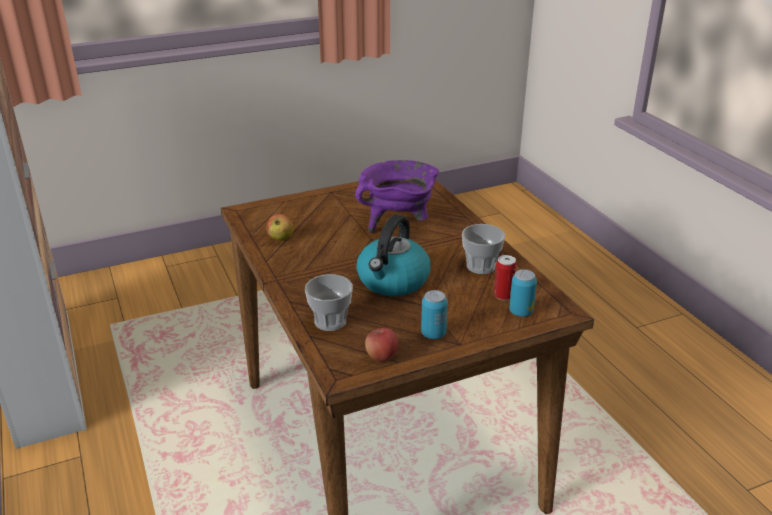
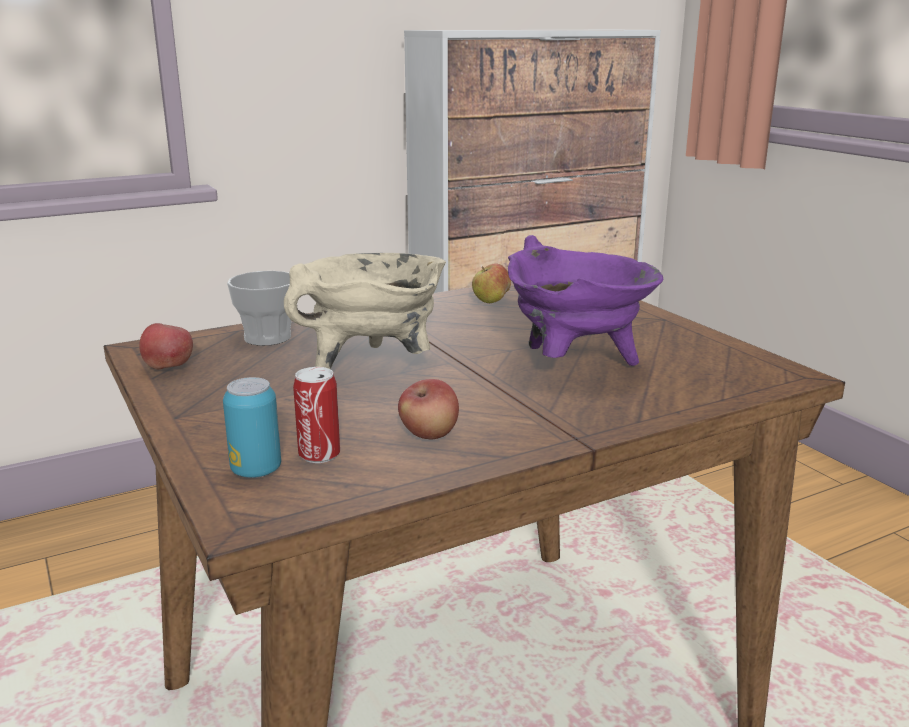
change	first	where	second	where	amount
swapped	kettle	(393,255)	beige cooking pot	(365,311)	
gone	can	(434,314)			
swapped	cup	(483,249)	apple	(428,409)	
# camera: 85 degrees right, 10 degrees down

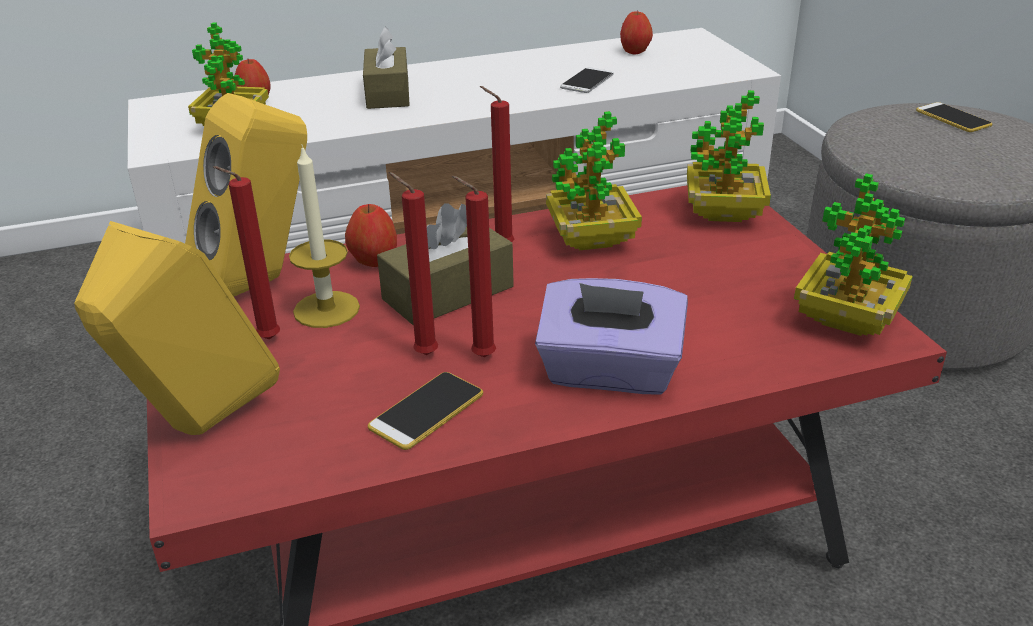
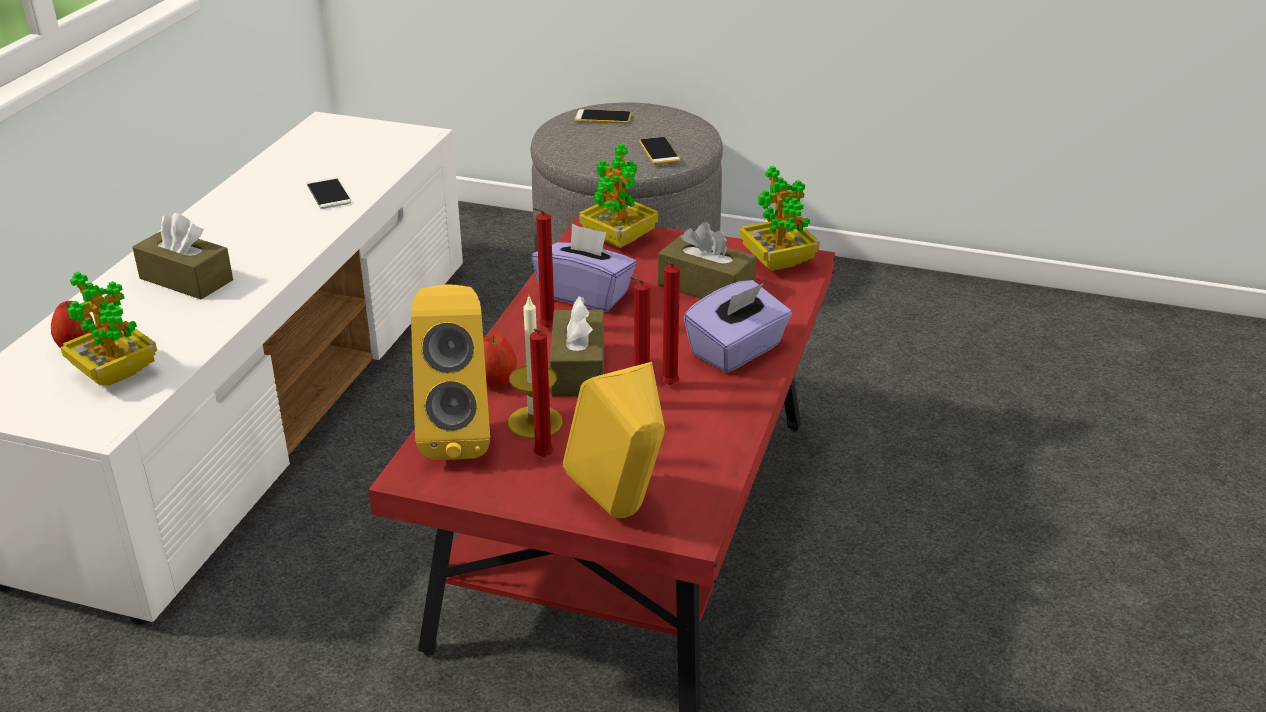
change	first	where	second	where	amount
shifted	phone	(425,411)		(659,150)	
swapped	potted plant	(594,181)	purple tissue box	(584,267)	
gone	apple	(636,32)			
new			brown tissue box	(707,260)	
# camera: 55 degrees left, 0 degrees up

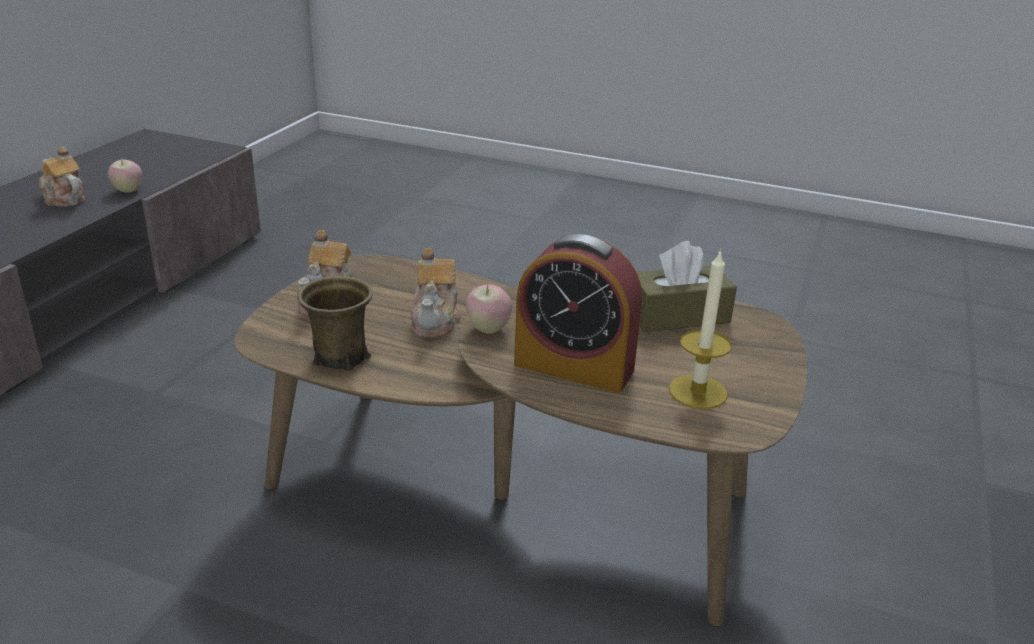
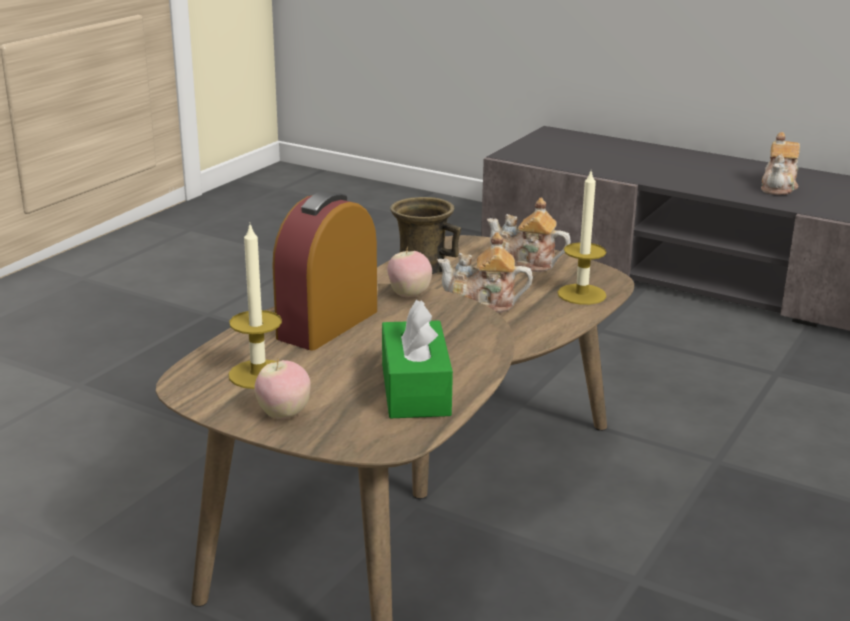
change	first	where	second	where	amount
rotated	teapot	(62,176)		(780,163)	150 degrees clockwise
shifted	apple	(125,175)		(282,389)	
repainted	brown tissue box	(687,286)	green tissue box	(417,359)	
new			candle	(582,238)	
# camera: 100 degrees right, 5 degrees down

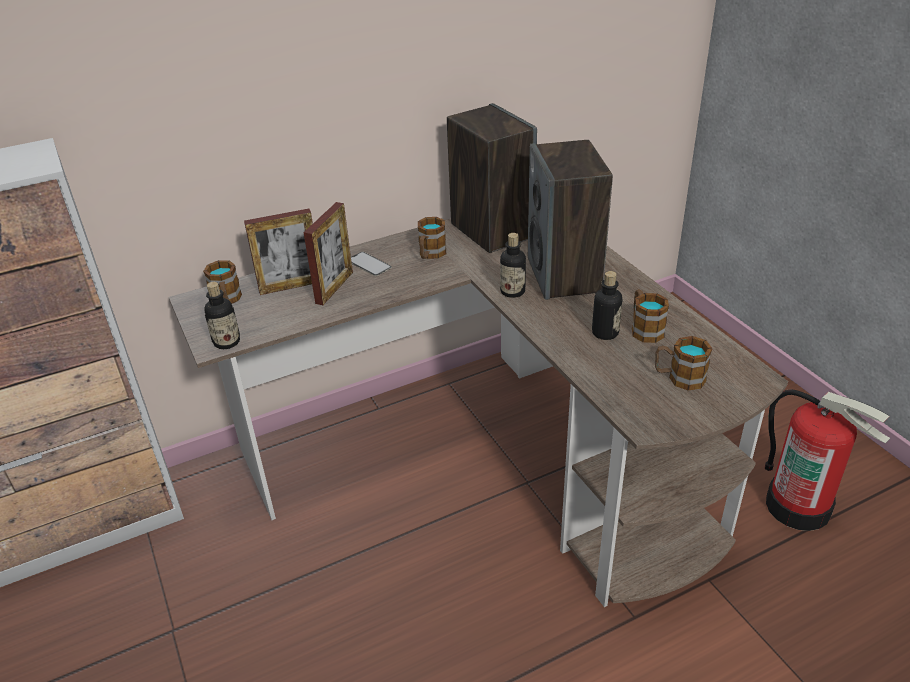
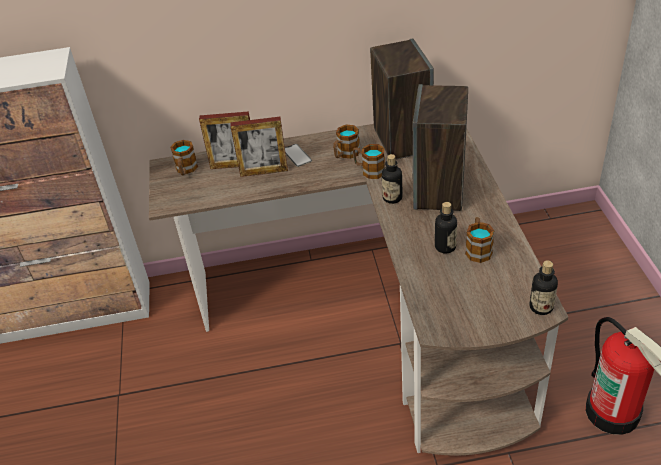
change	first	where	second	where	amount
shifted	bottle	(222,315)		(544,287)	
rotated	picture frame	(328,253)		(259,147)	45 degrees clockwise
shifted	mug	(683,363)		(369,161)	
# camera: 20 degrees right, 5 degrees up

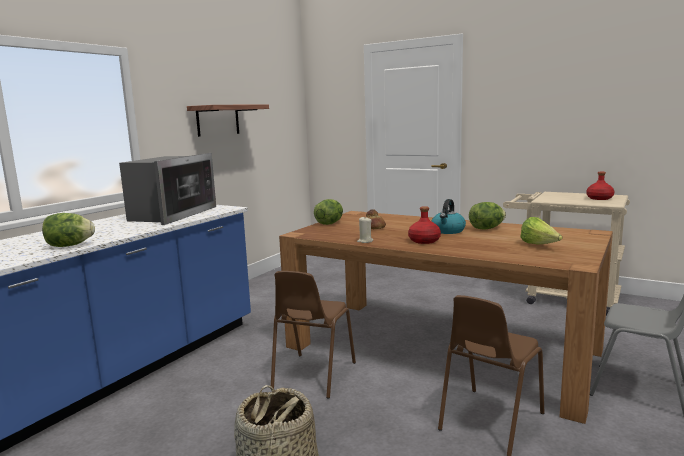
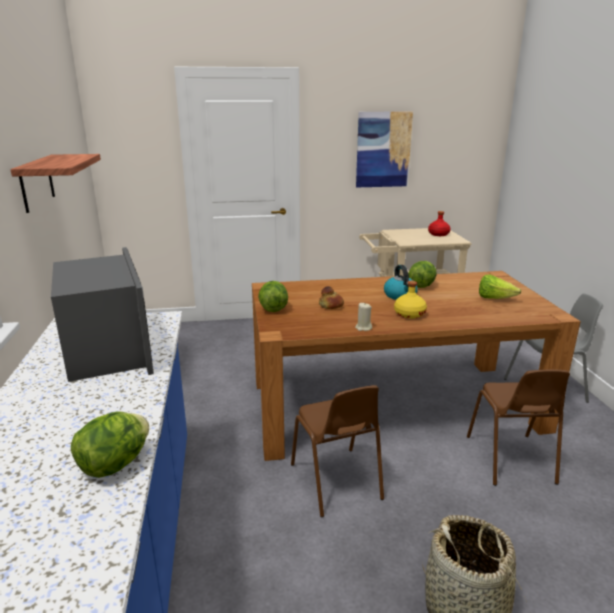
change	first	where	second	where	amount
repainted	red bottle	(424,225)	yellow bottle	(410,300)	
new			picture	(384,149)	
# camera: 40 degrees left, 10 degrees up

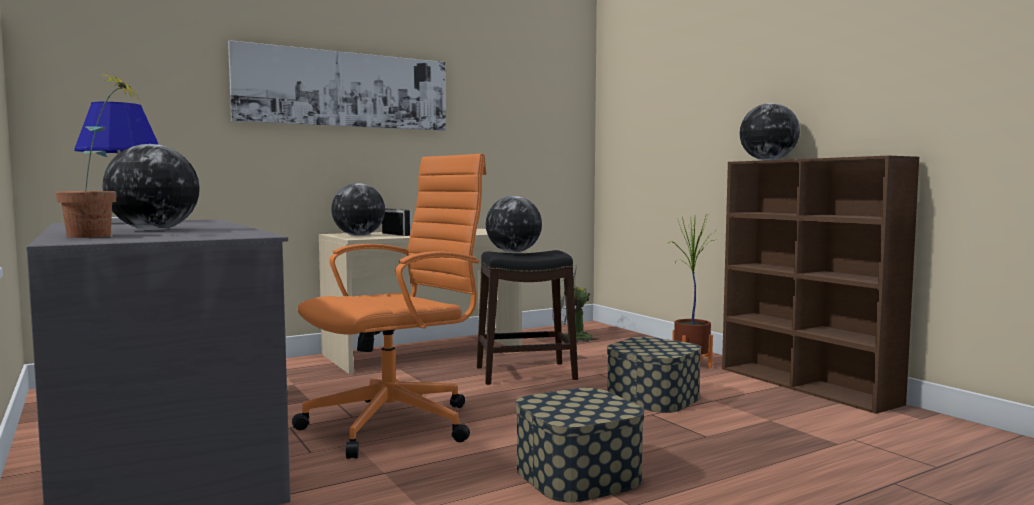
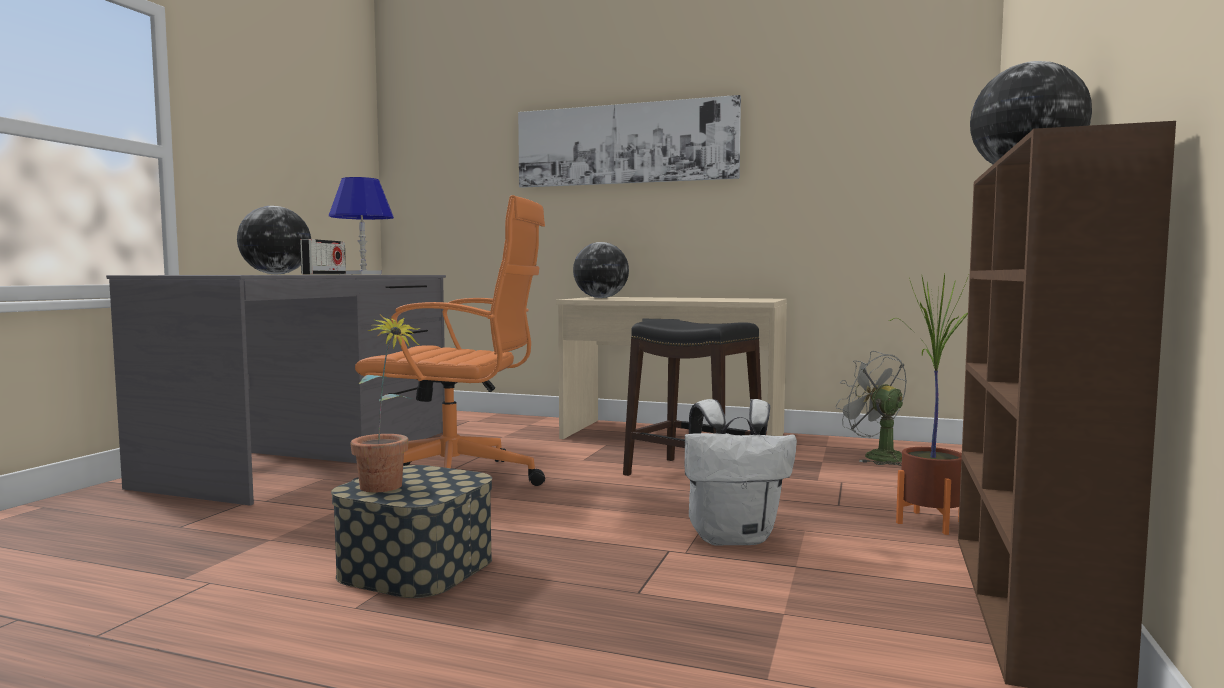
change	first	where	second	where	amount
shifted	potted plant	(99,155)		(386,403)	
shifted	radio	(396,222)		(323,257)	
gone	globe	(514,224)			
swapped	storage box	(654,375)	white backpack	(741,472)	
# camera: 50 degrees right, 0 degrees up

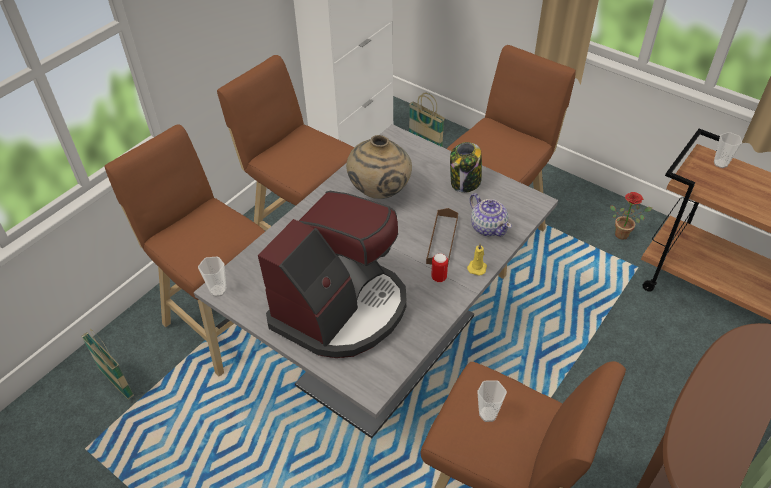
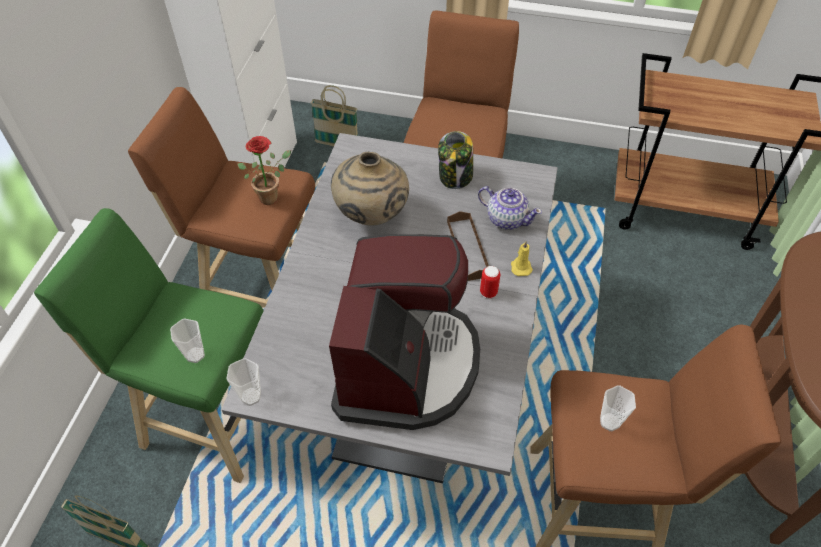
change	first	where	second	where	amount
repainted	brown stool	(184,250)	green stool	(149,345)	
shifted	potted plant	(631,216)		(264,170)	
shifted	cup	(728,150)		(187,340)	
# camera: 25 degrees left, 5 degrees up

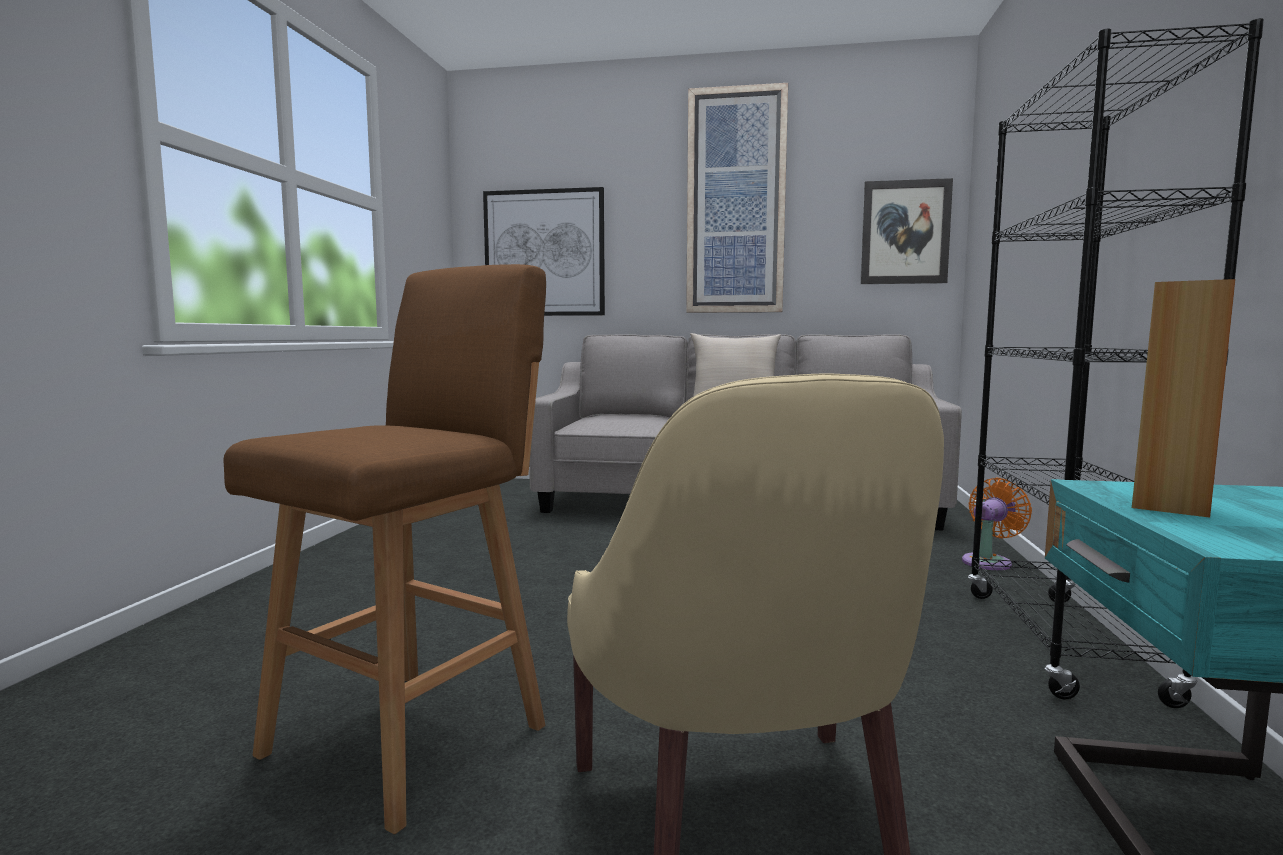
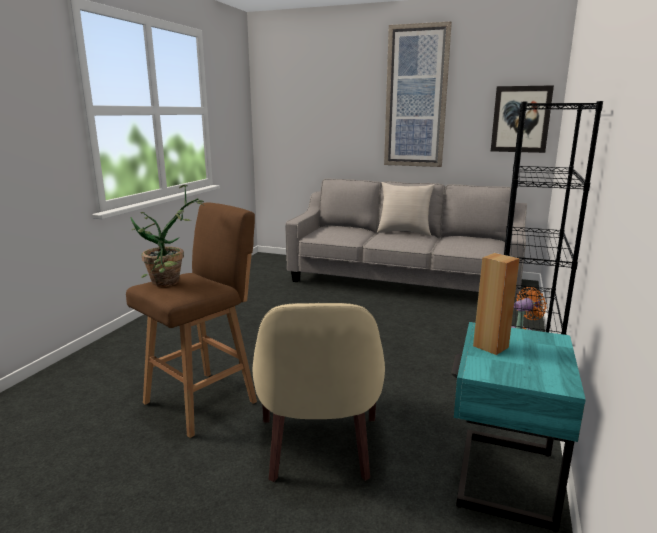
change	first	where	second	where	amount
gone	picture	(544,251)			
new			potted plant	(167,236)	
# camera: 10 degrees right, 10 degrees up

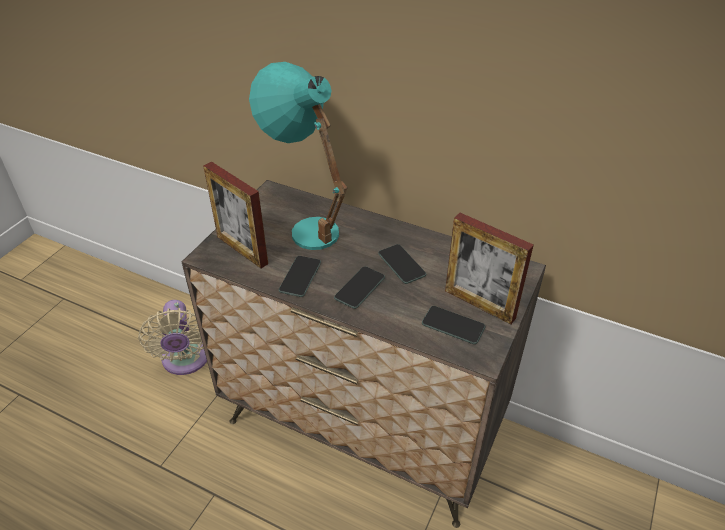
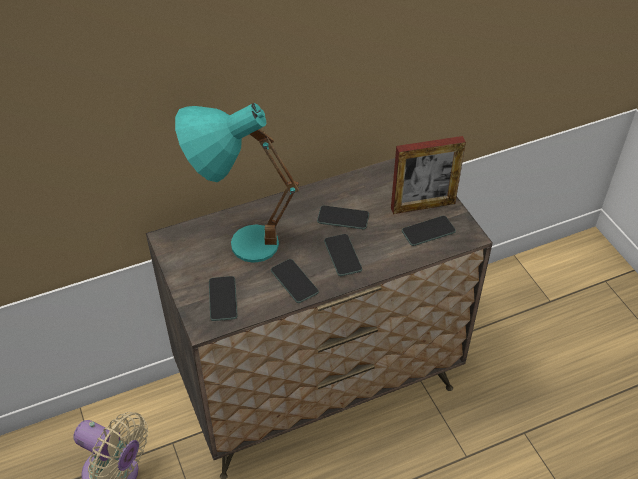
change	first	where	second	where	amount
swapped	picture frame	(235,214)	phone	(223,298)	
# camera: 50 degrees left, 5 degrees up

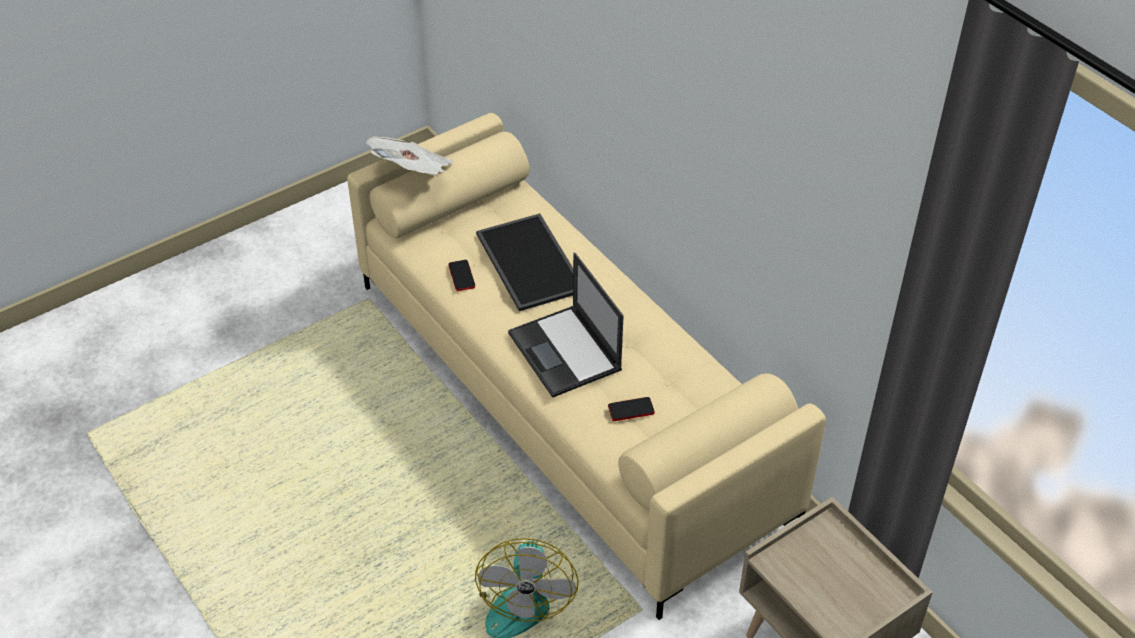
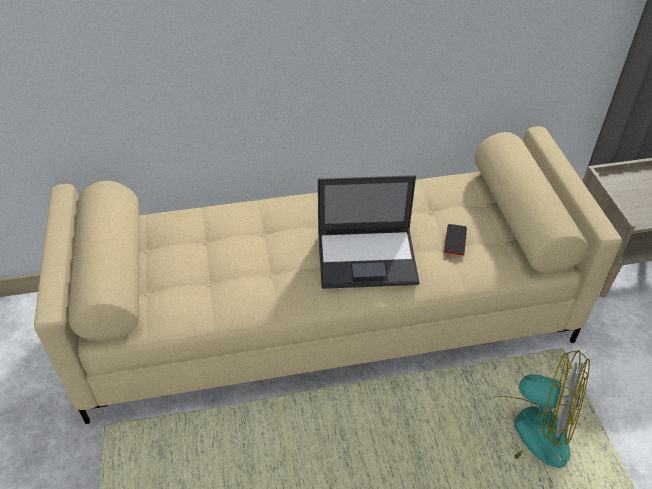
change	first	where	second	where	amount
gone	newspaper	(410,155)			
gone	phone	(462,275)			
gone	tray	(524,262)			
# camera: 65 degrees left, 0 degrees up

